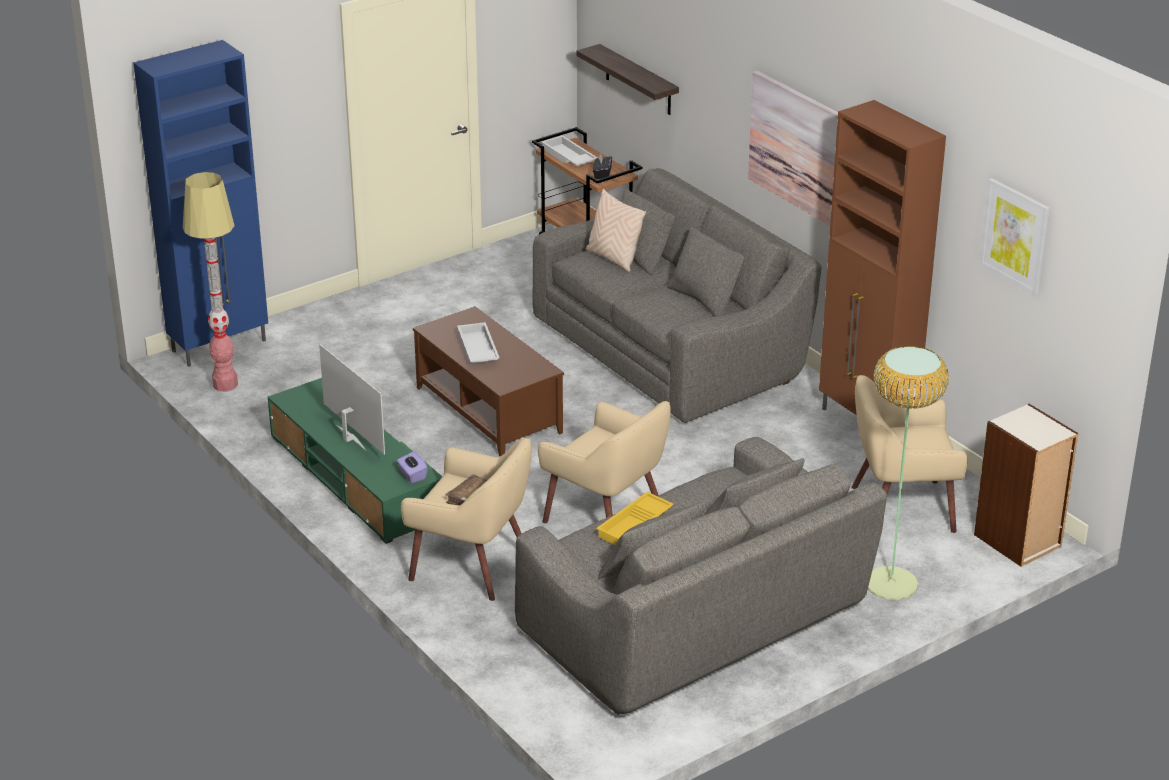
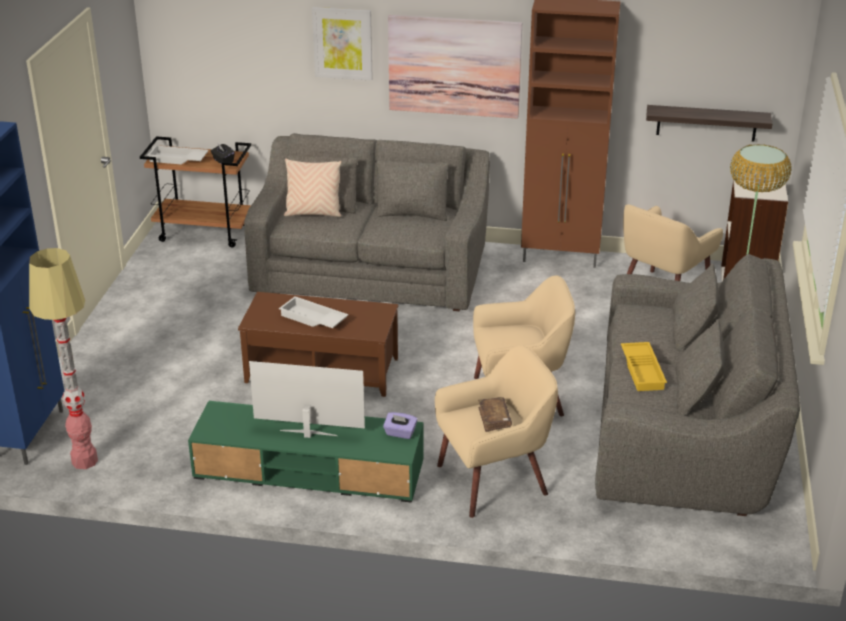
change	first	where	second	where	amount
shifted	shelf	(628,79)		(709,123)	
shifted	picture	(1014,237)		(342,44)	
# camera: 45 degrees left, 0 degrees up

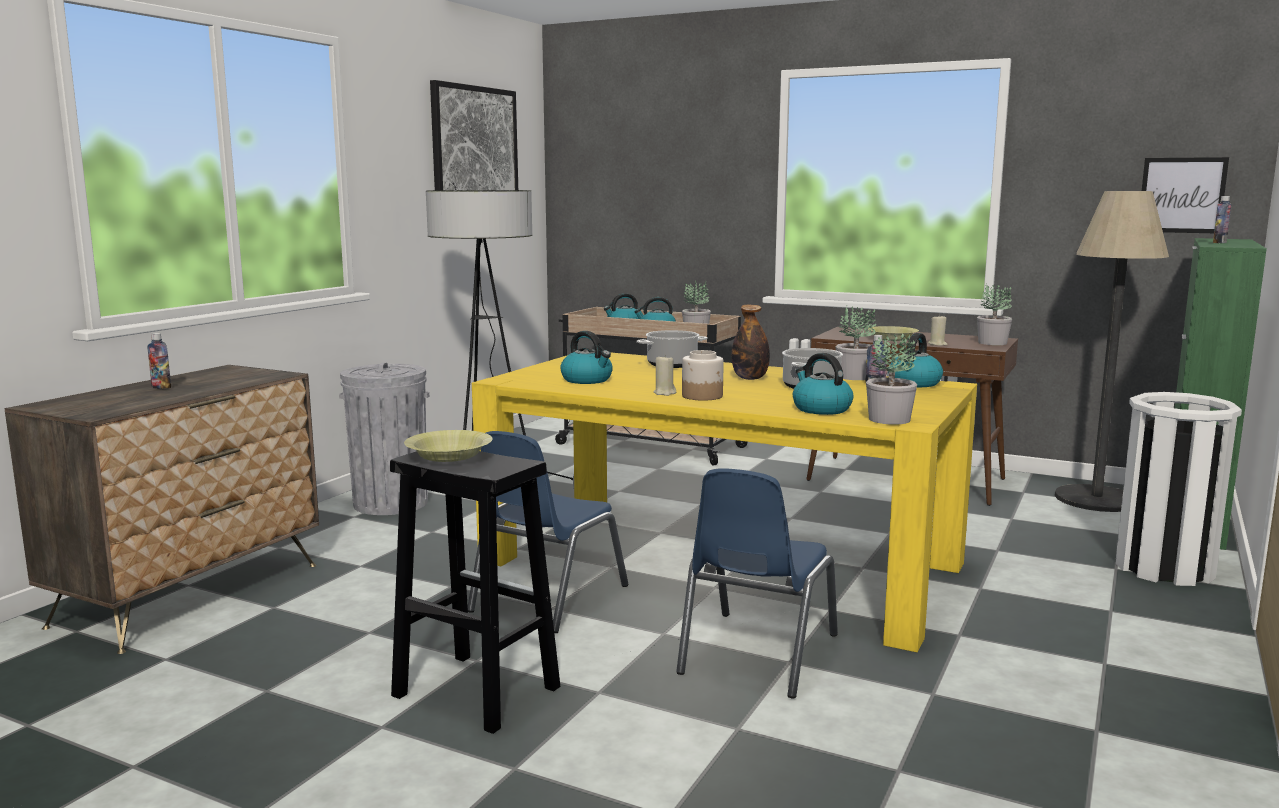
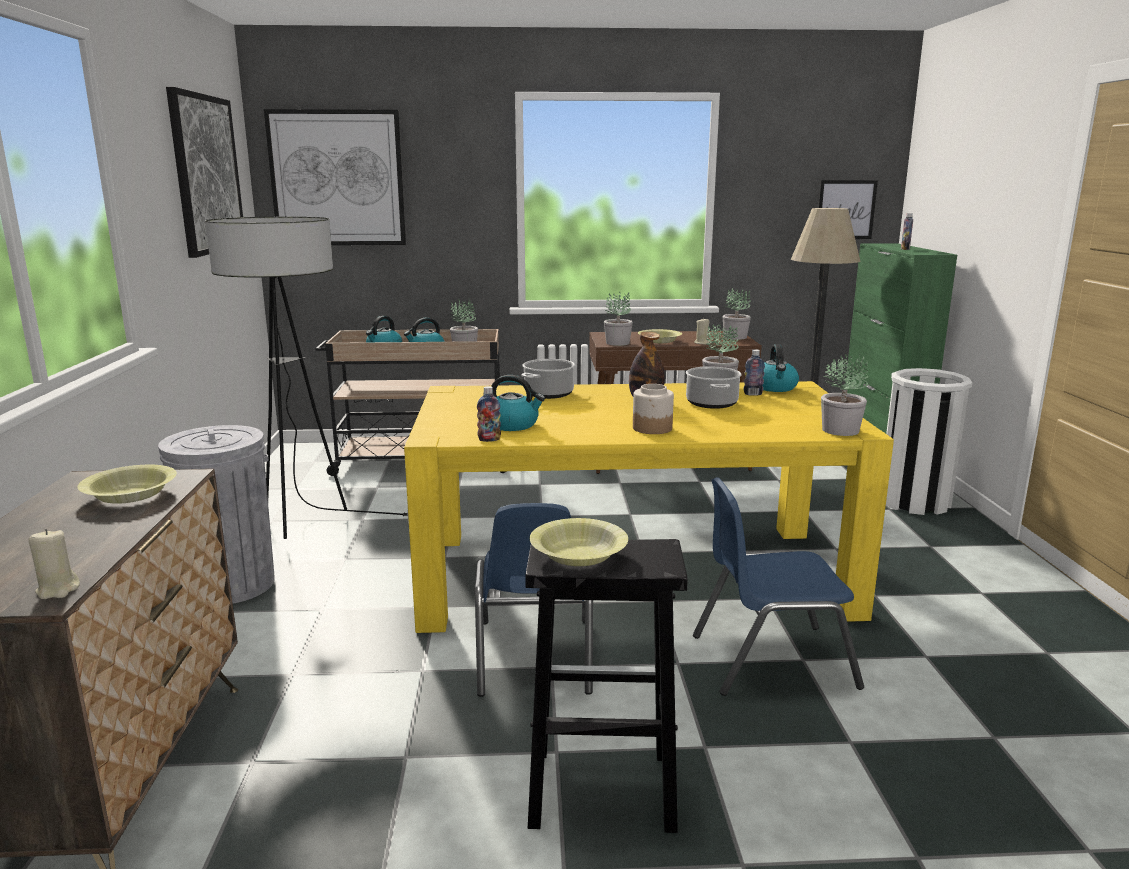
change	first	where	second	where	amount
shifted	bottle	(159,361)		(489,414)	
shifted	beige candle	(664,375)		(54,564)	
rotated	blue chair	(757,583)		(778,586)	90 degrees clockwise
gone	kettle	(823,384)			
new			yellow bowl	(127,484)	
new			picture	(335,177)	
new			potted plant	(618,318)	
# camera: 30 degrees left, 5 degrees up

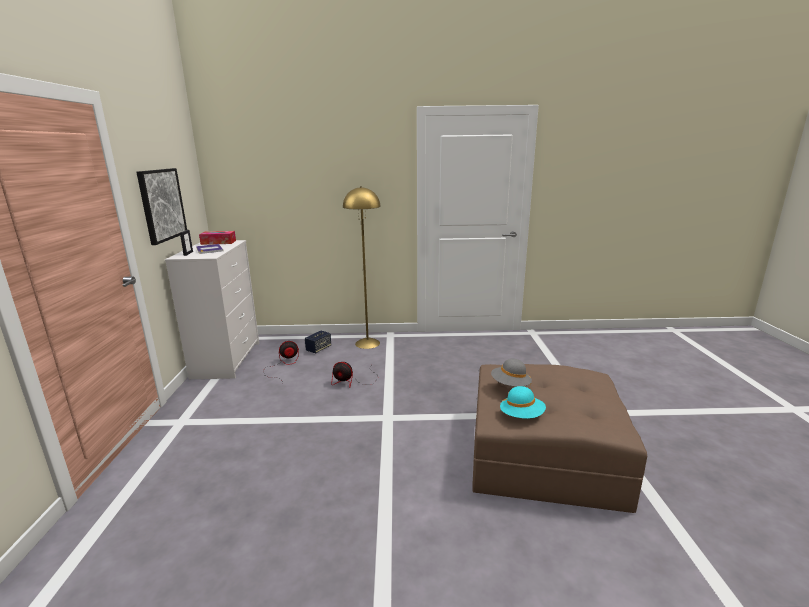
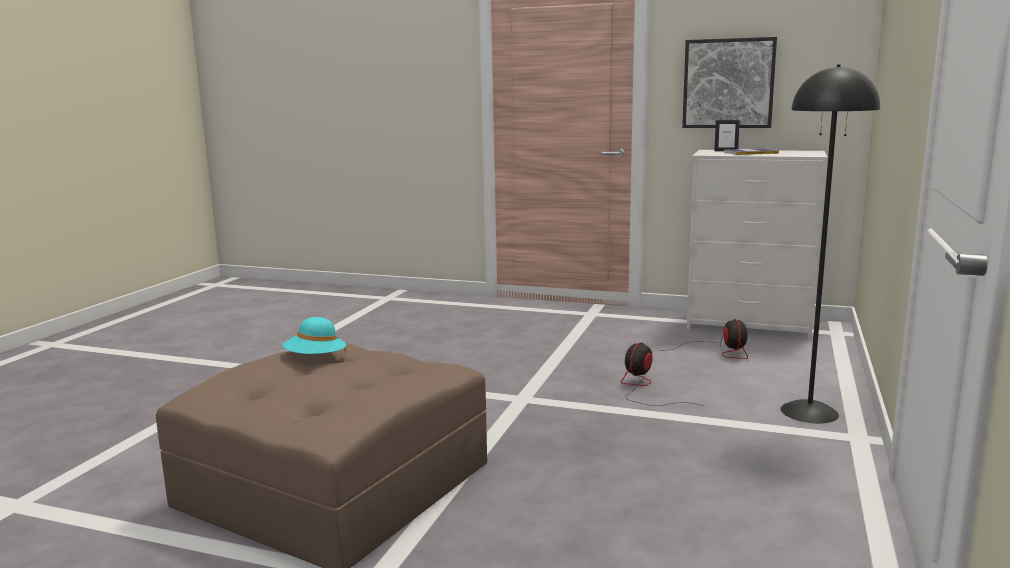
change	first	where	second	where	amount
gone	tissue box	(217,238)			
gone	speaker	(318,342)			
repainted	yellow floor lamp	(361,267)	black floor lamp	(830,244)	
gone	grey hat	(511,372)			
# camera: 110 degrees right, 5 degrees down

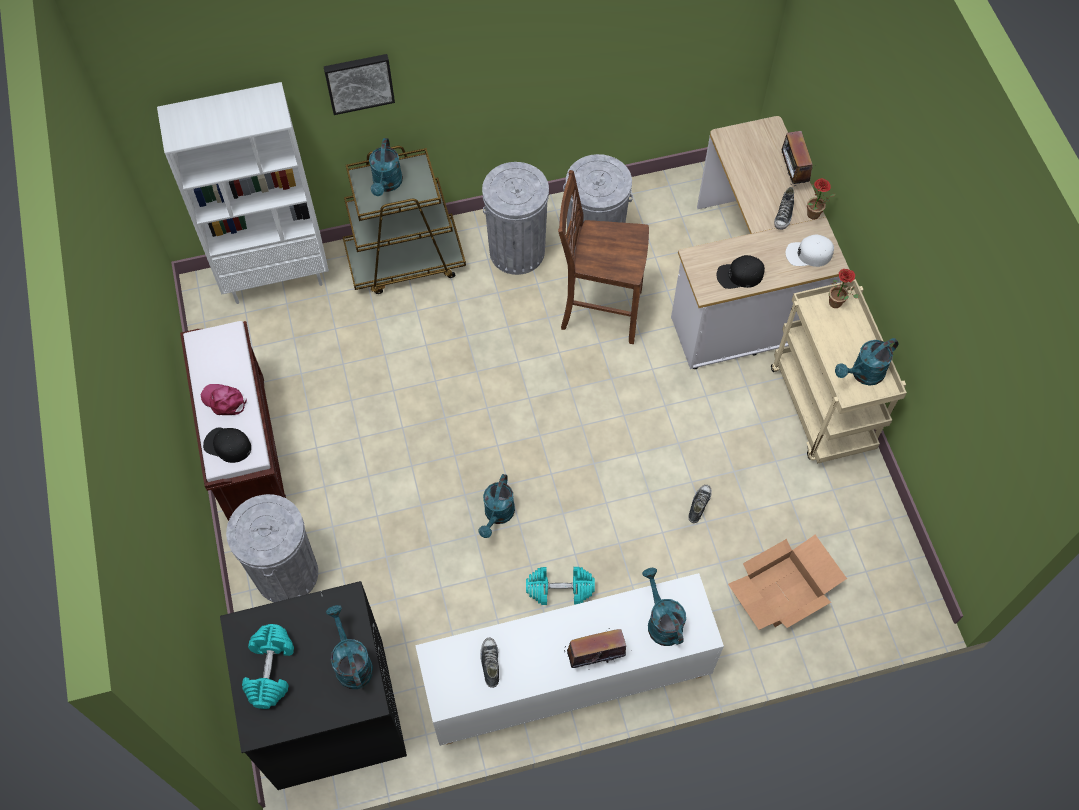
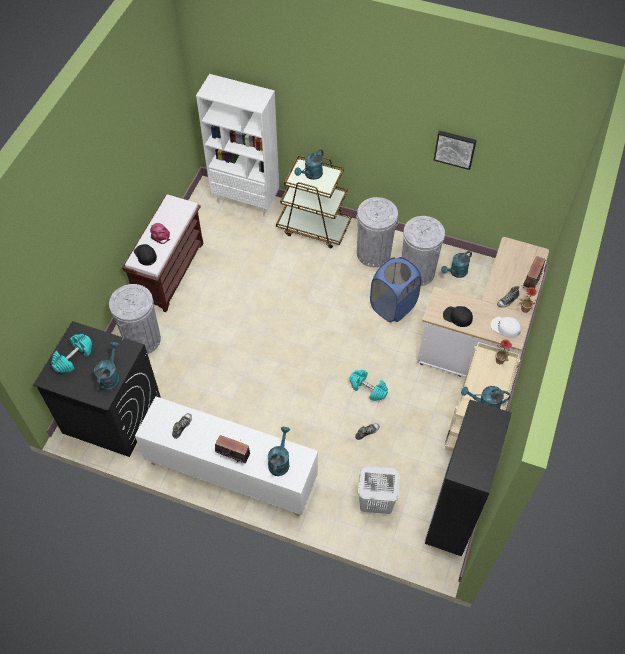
change	first	where	second	where	amount
shifted	picture	(359,84)		(455,150)	
shifted	turquoise watering can	(496,506)		(456,264)	
shifted	turquoise dumbbell	(560,586)		(368,385)	
swapped	brown chair	(603,257)	blue laundry basket	(395,289)	
swapped	cardboard box	(787,582)	white laundry basket	(379,490)	
new			black bookcase	(468,478)	
# camera: 35 degrees right, 5 degrees down

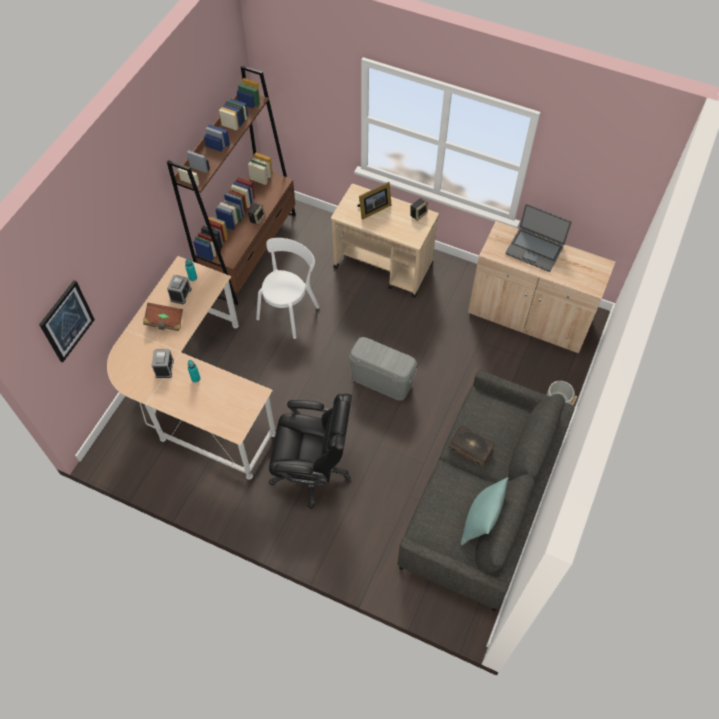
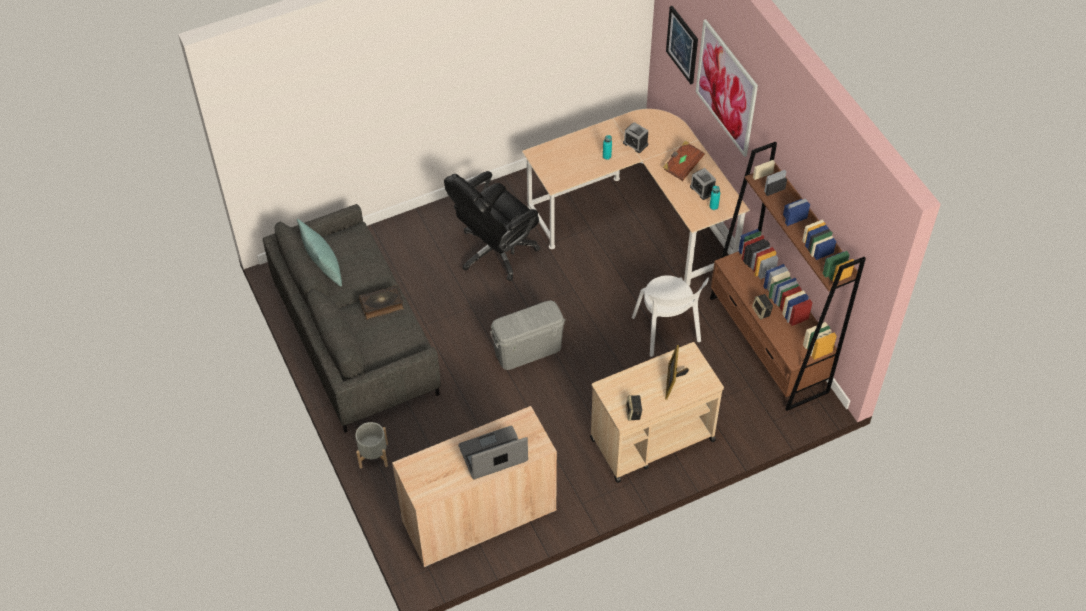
change	first	where	second	where	amount
new			picture	(727,88)	
# camera: 130 degrees right, 5 degrees down

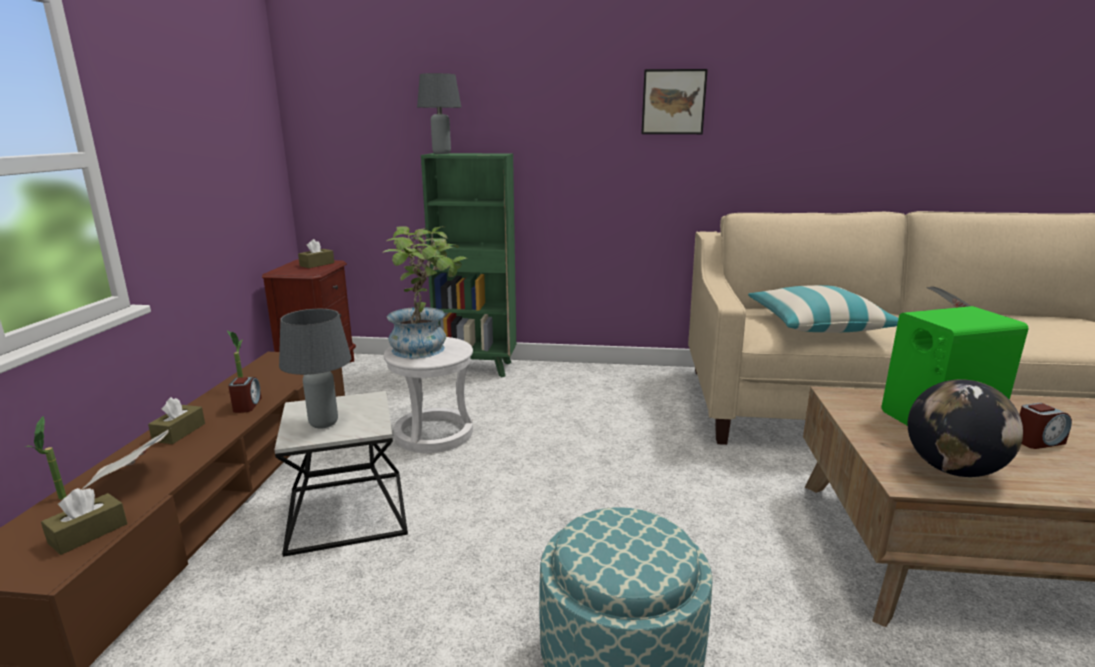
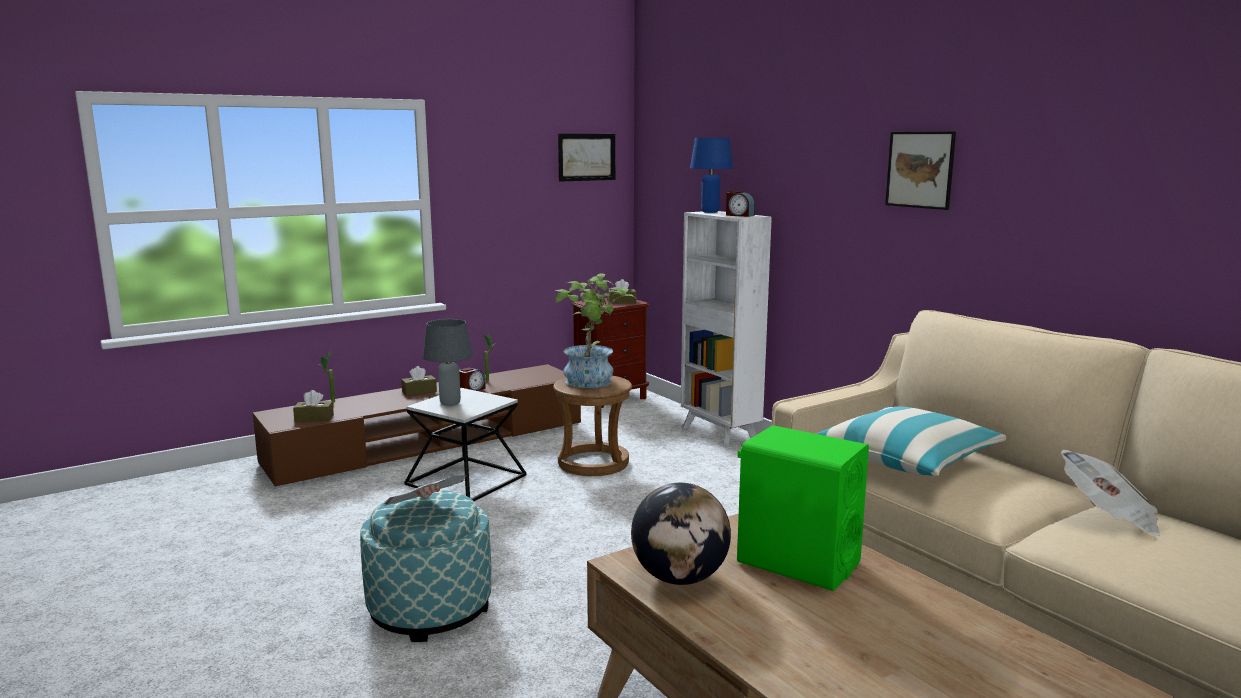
change	first	where	second	where	amount
shifted	newspaper	(126,458)		(424,490)	
repainted	white stool	(428,395)	brown stool	(592,426)	
repainted	grey table lamp	(439,113)	blue table lamp	(711,175)	
repainted	green bookcase	(468,265)	white bookcase	(726,329)	
shifted	alarm clock	(1045,426)		(740,204)	
new			picture	(586,158)	
# camera: 50 degrees right, 5 degrees down

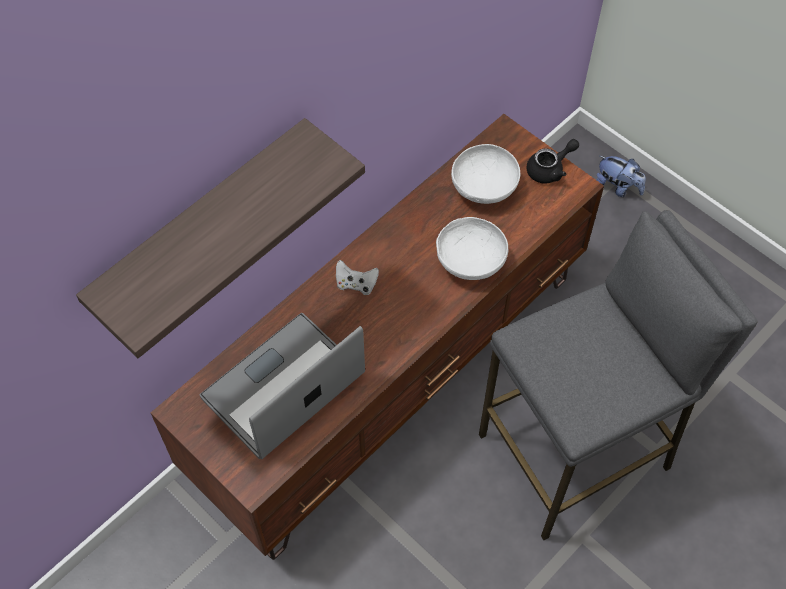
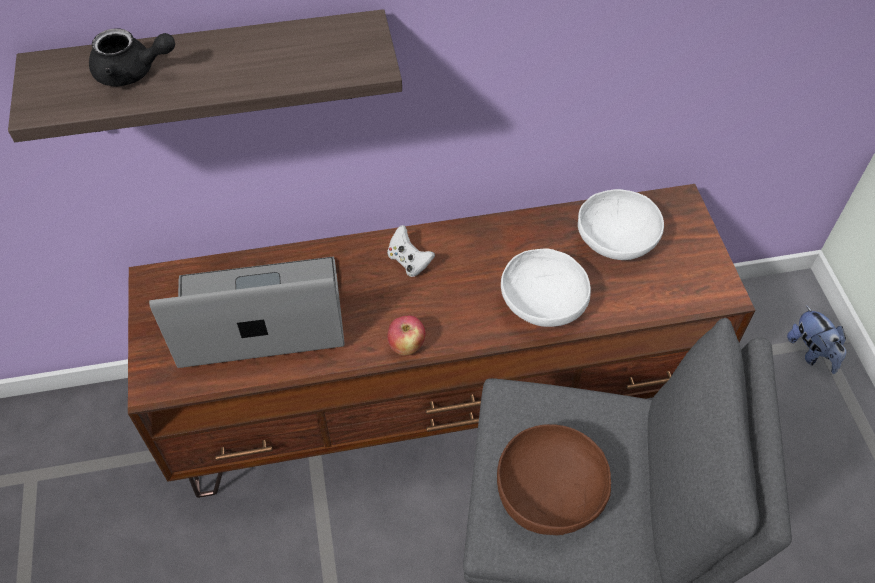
change	first	where	second	where	amount
shifted	black teapot	(553,161)		(132,57)	
new			apple	(406,335)	
new			brown bowl	(554,479)	
# camera: 35 degrees right, 5 degrees down

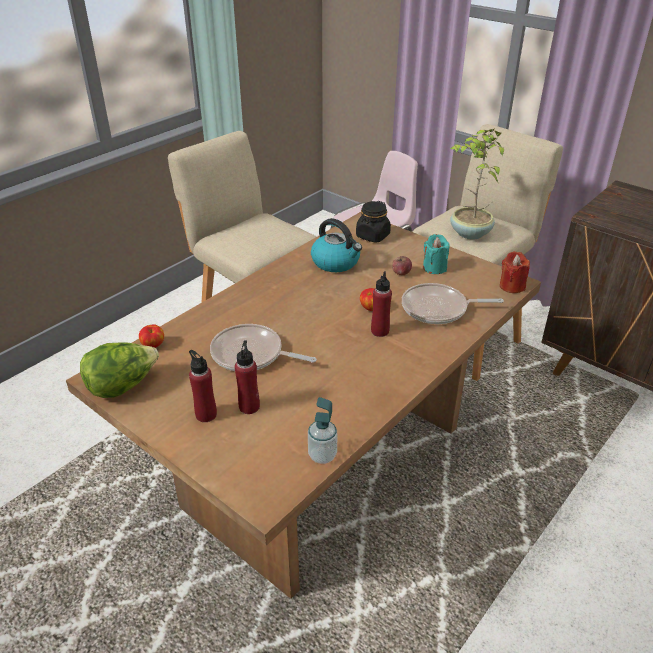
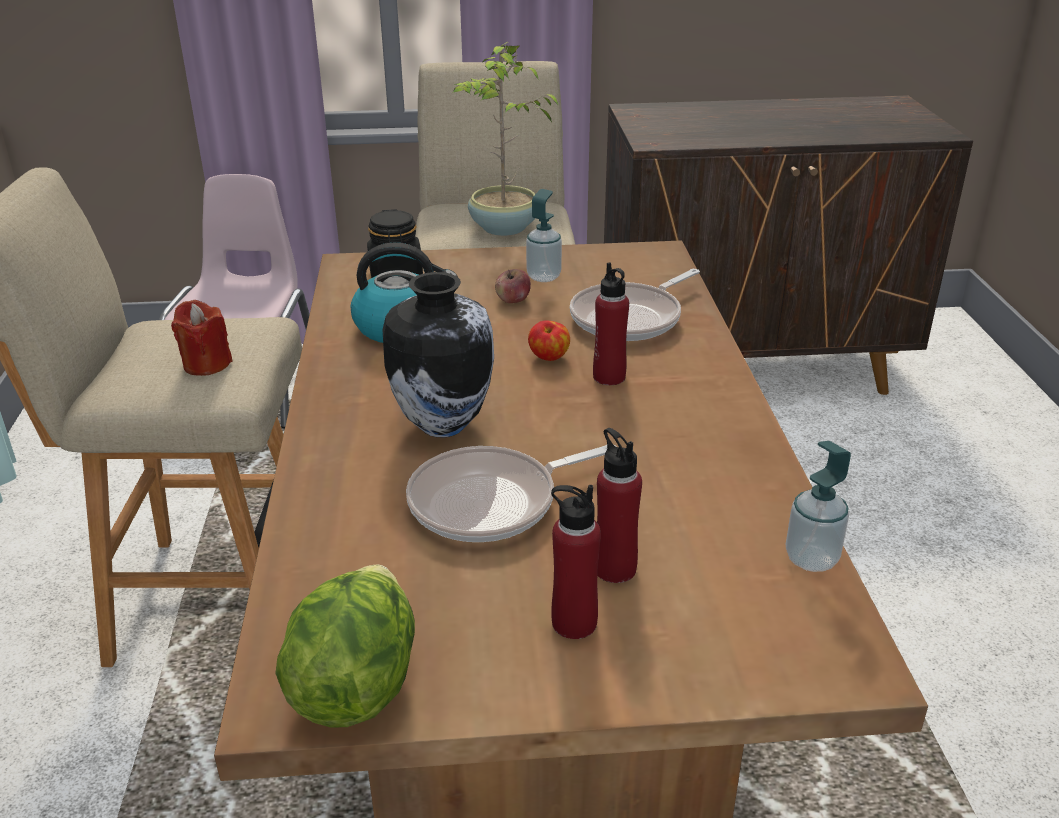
change	first	where	second	where	amount
gone	apple	(151,336)			
swapped	turquoise candle	(436,254)	soap dispenser	(544,235)	
shifted	red candle	(515,272)		(202,338)	
new			vase	(438,354)	
# camera: 45 degrees left, 5 degrees down

